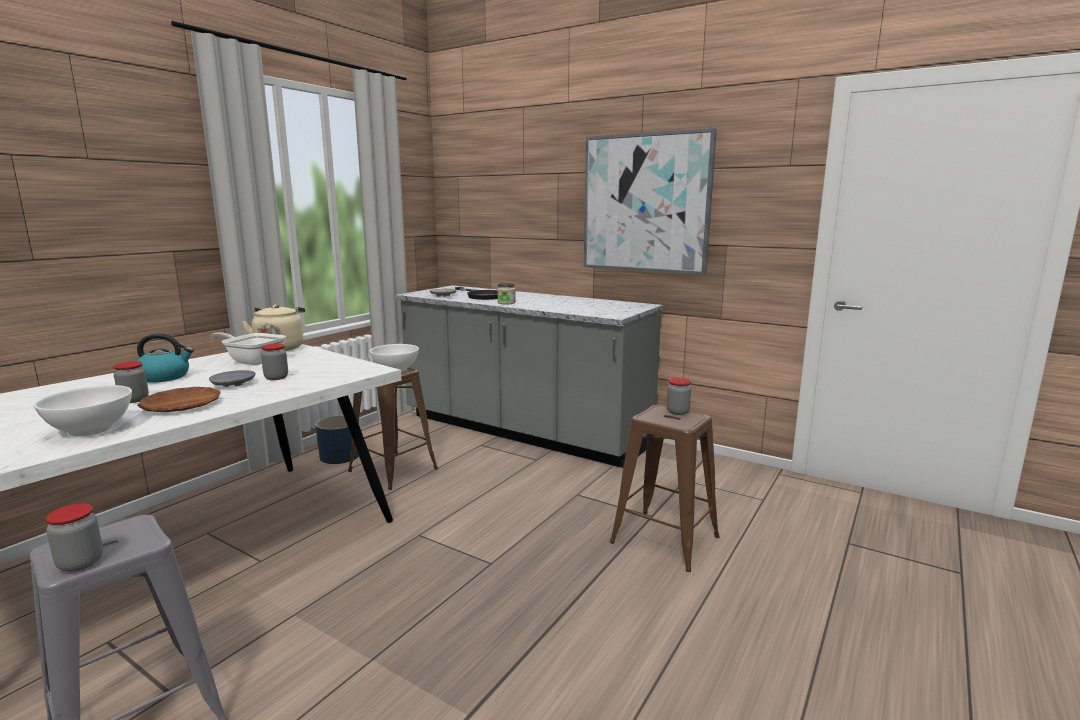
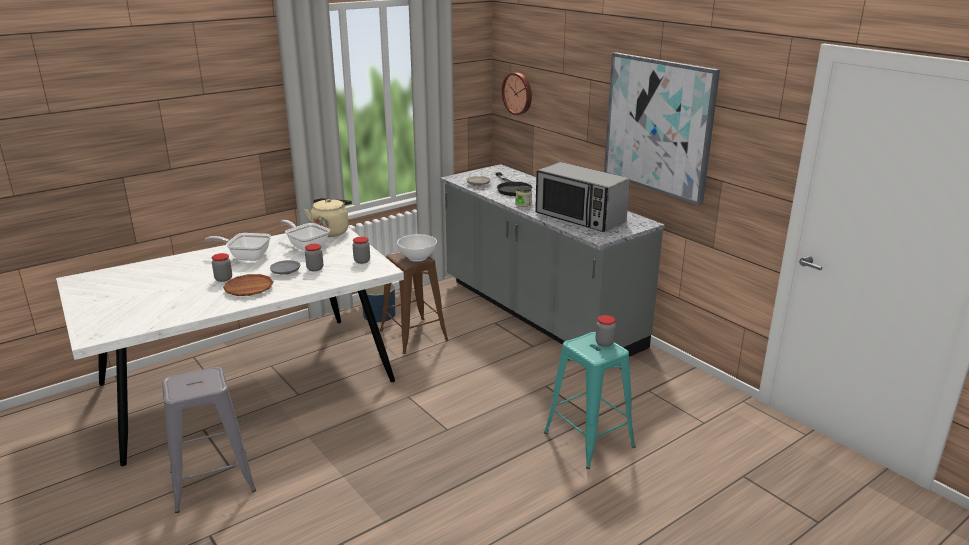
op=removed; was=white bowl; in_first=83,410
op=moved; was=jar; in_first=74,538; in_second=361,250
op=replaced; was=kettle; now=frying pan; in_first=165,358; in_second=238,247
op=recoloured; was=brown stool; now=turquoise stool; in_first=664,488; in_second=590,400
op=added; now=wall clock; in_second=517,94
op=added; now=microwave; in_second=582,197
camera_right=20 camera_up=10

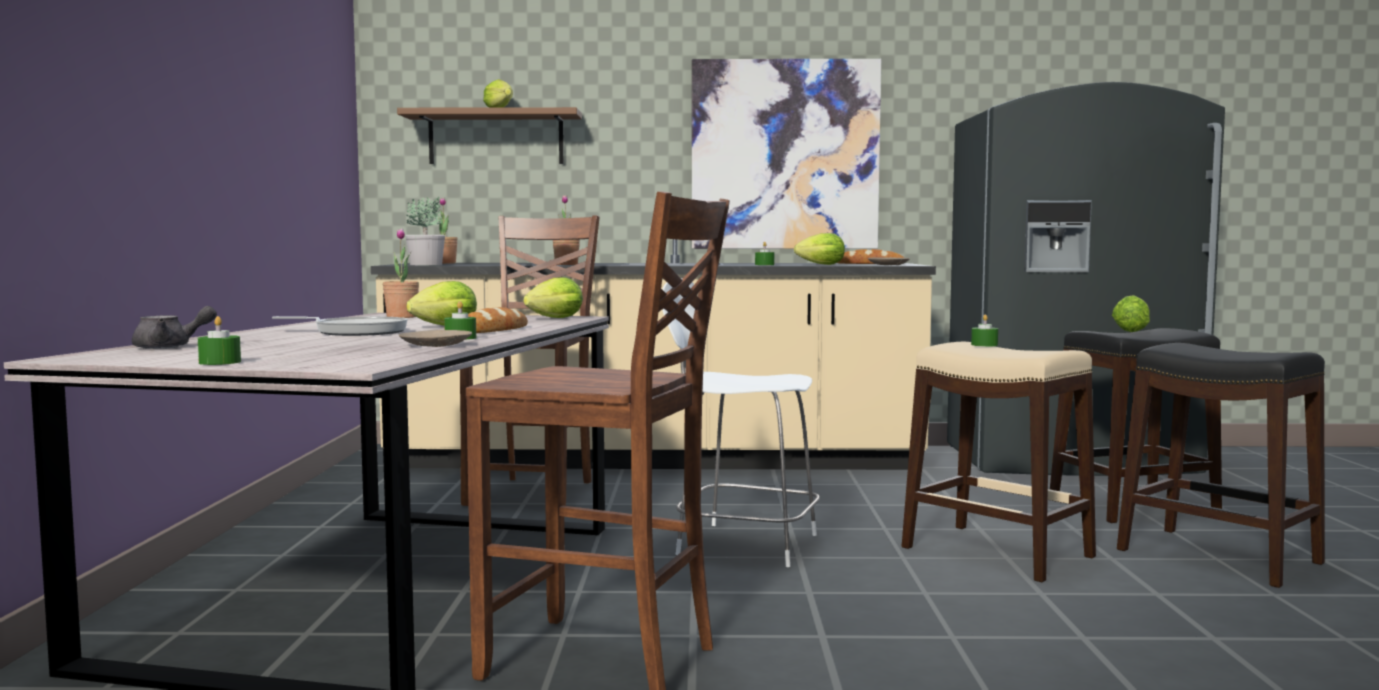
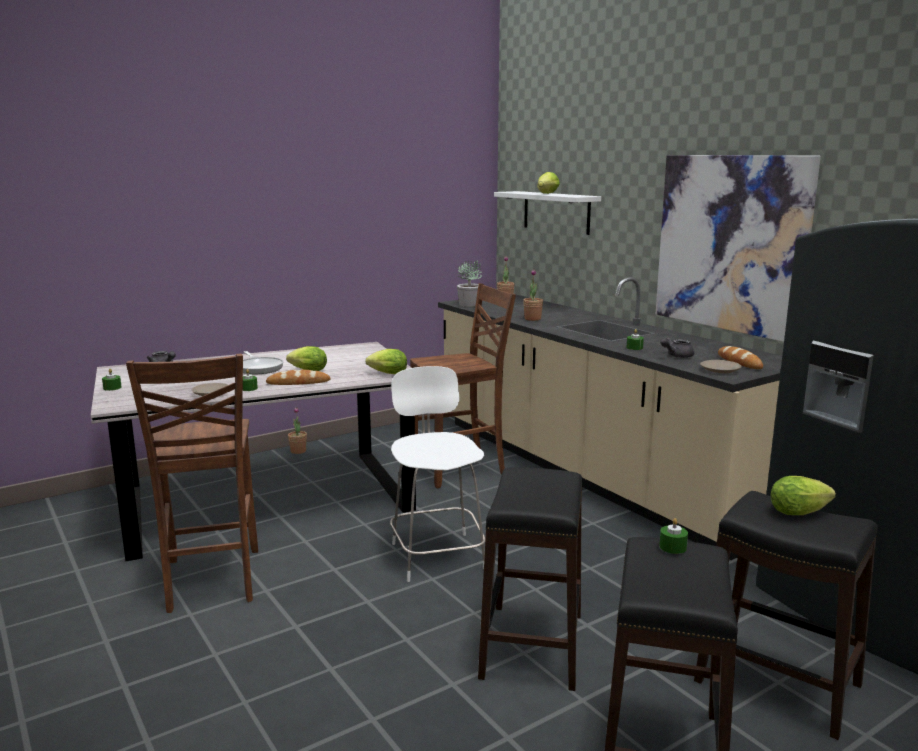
op=moved; was=potted plant; in_first=401,273; in_second=297,430
op=recoloured; was=brown shelf; now=white shelf; in_first=489,135; in_second=547,213
op=replaced; was=lettuce; now=grey teapot; in_first=819,249; in_second=677,348
op=recoloured; was=beige stool; now=black stool; in_first=999,462; in_second=530,579
op=moved; was=green candle; in_first=984,330; in_second=673,536
camera_right=55 camera_up=10

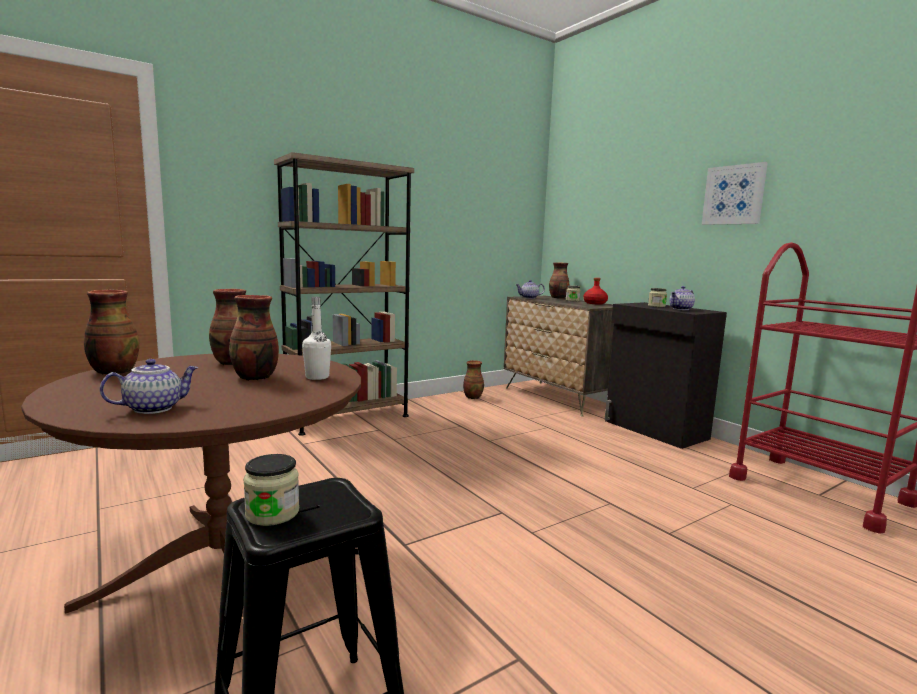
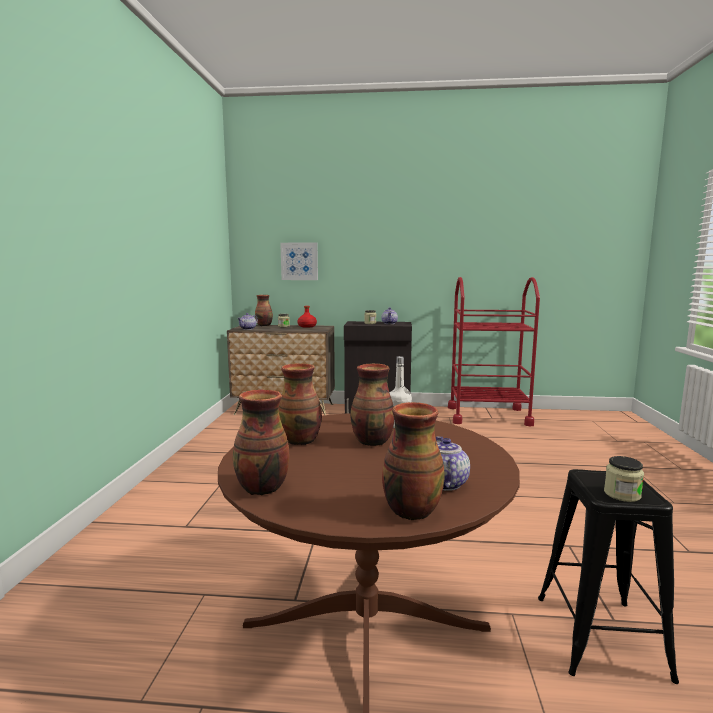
op=removed; was=brown bookcase; in_first=344,294
op=moved; was=vase; in_first=473,379; in_second=413,461
op=moved; was=picture; in_first=735,193; in_second=299,261
camera_right=-50 camera_up=0

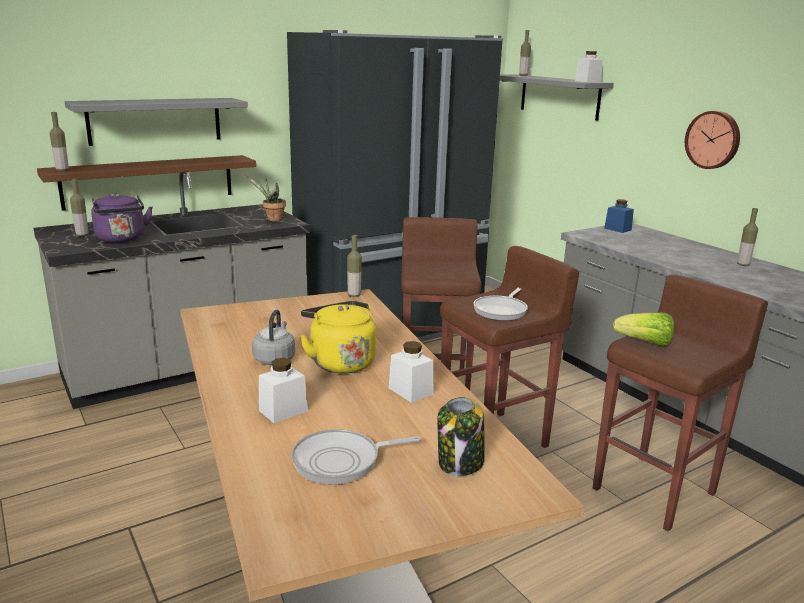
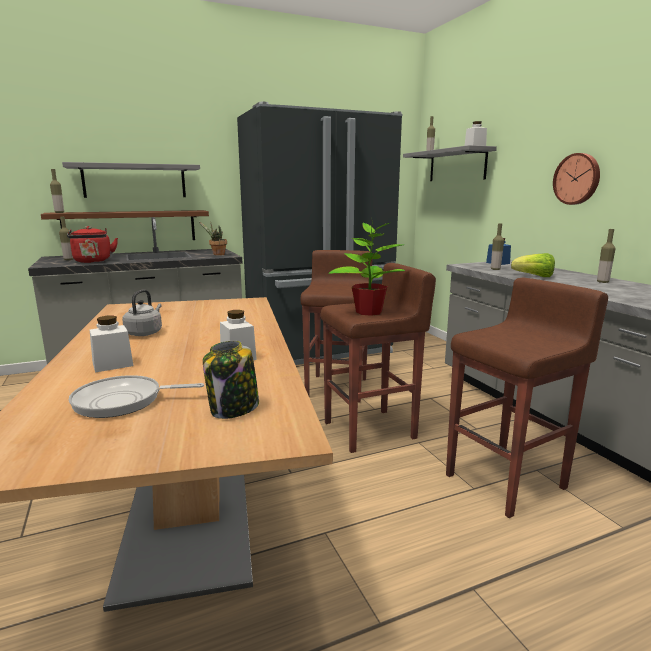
op=recoloured; was=purple kettle; now=red kettle; in_first=122,218; in_second=92,244
op=removed; was=yellow kettle; in_first=338,336
op=moved; was=bottle; in_first=354,266; in_second=497,246
op=replaced; was=frying pan; now=potted plant; in_first=500,304; in_second=367,267
op=moved; was=lettuce; in_first=643,329; in_second=533,265
camera_right=10 camera_up=-5

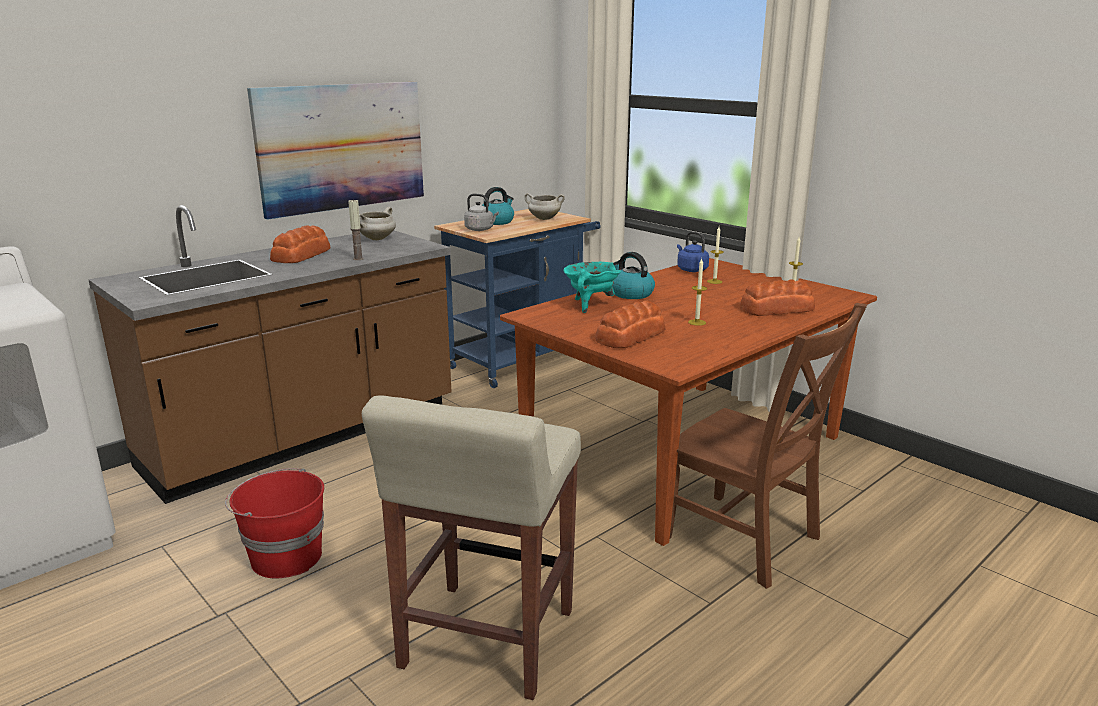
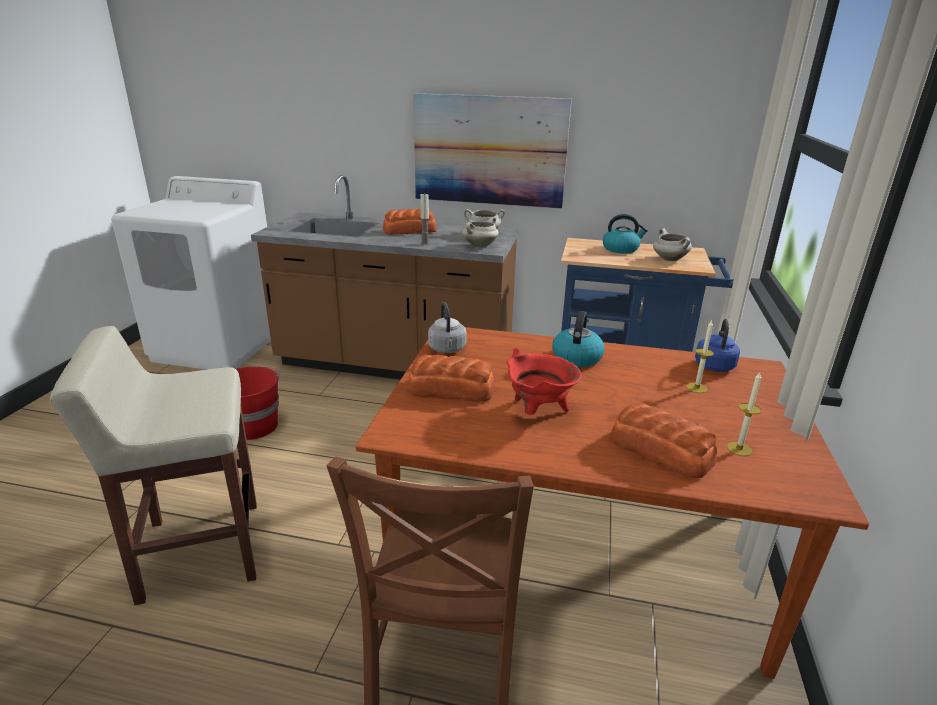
op=moved; was=grey kettle; in_first=481,212; in_second=447,327
op=removed; was=turquoise cooking pot; in_first=592,287
op=replaced; was=candle; now=red cooking pot; in_first=697,292; in_second=544,381
op=added; now=white cooking pot; in_second=480,232
camera_right=55 camera_up=5

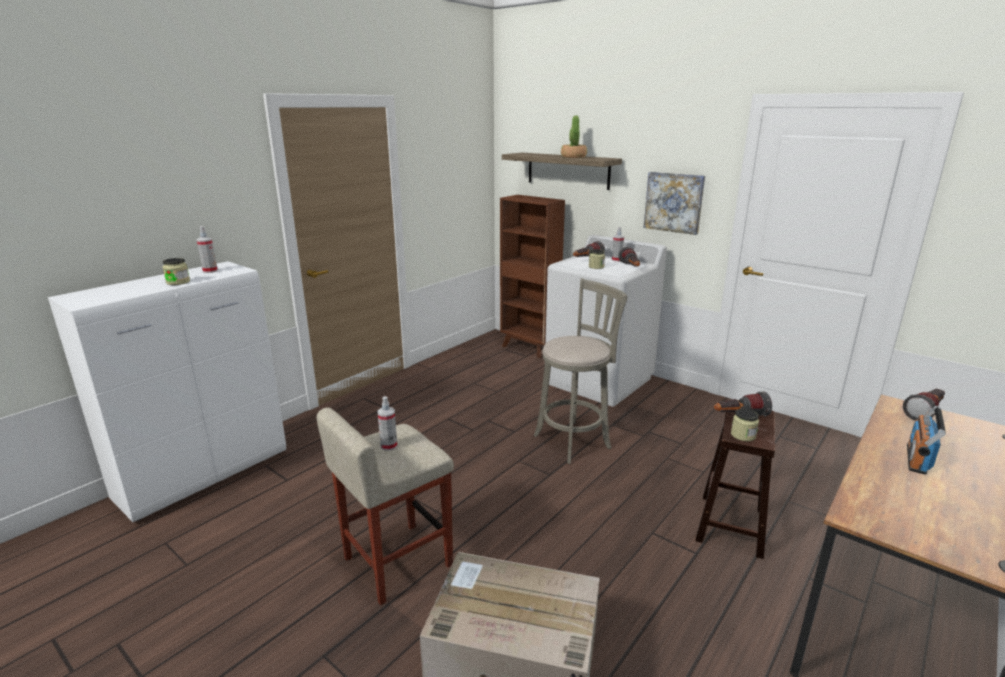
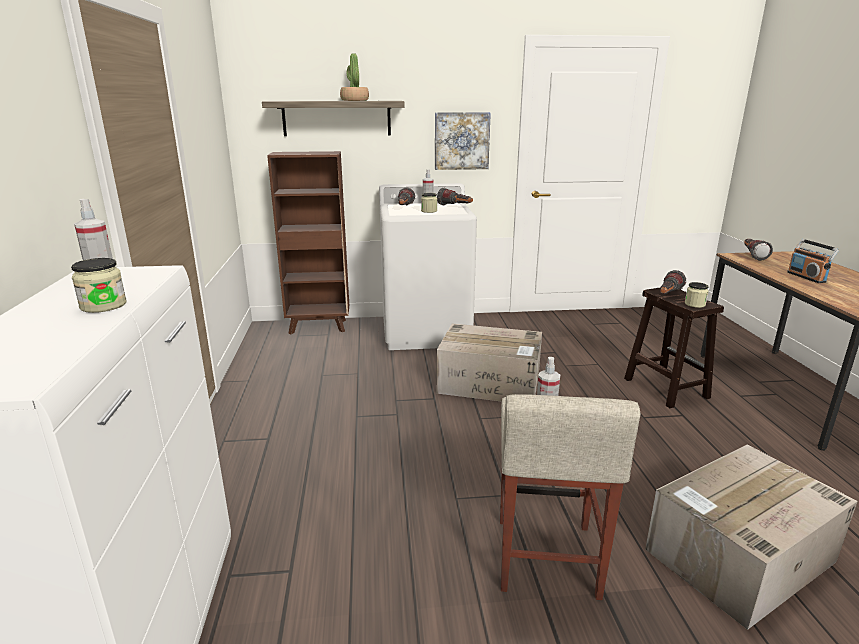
op=replaced; was=grey stool; now=cardboard box; in_first=581,371; in_second=489,362
camera_right=-45 camera_up=0

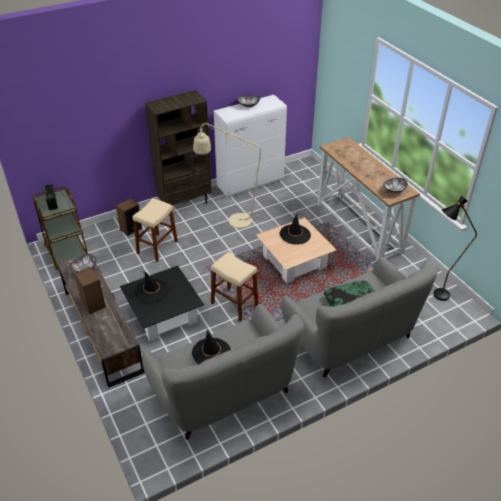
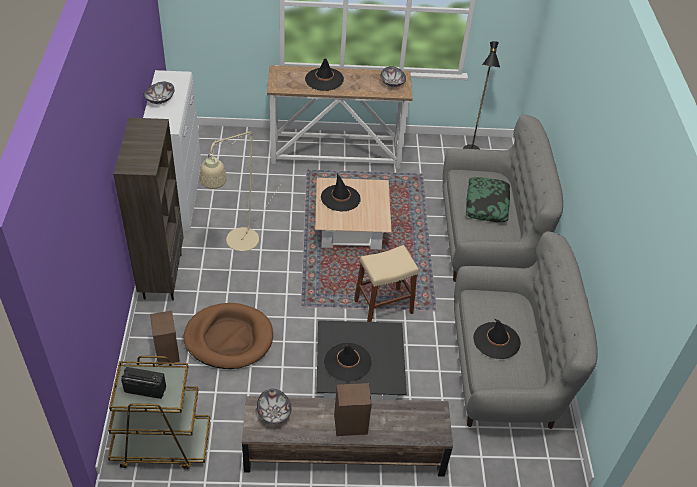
op=replaced; was=beige stool; now=brown dog bed; in_first=155,230; in_second=228,336
op=added; now=black hat; in_second=324,74
camera_right=-65 camera_up=5

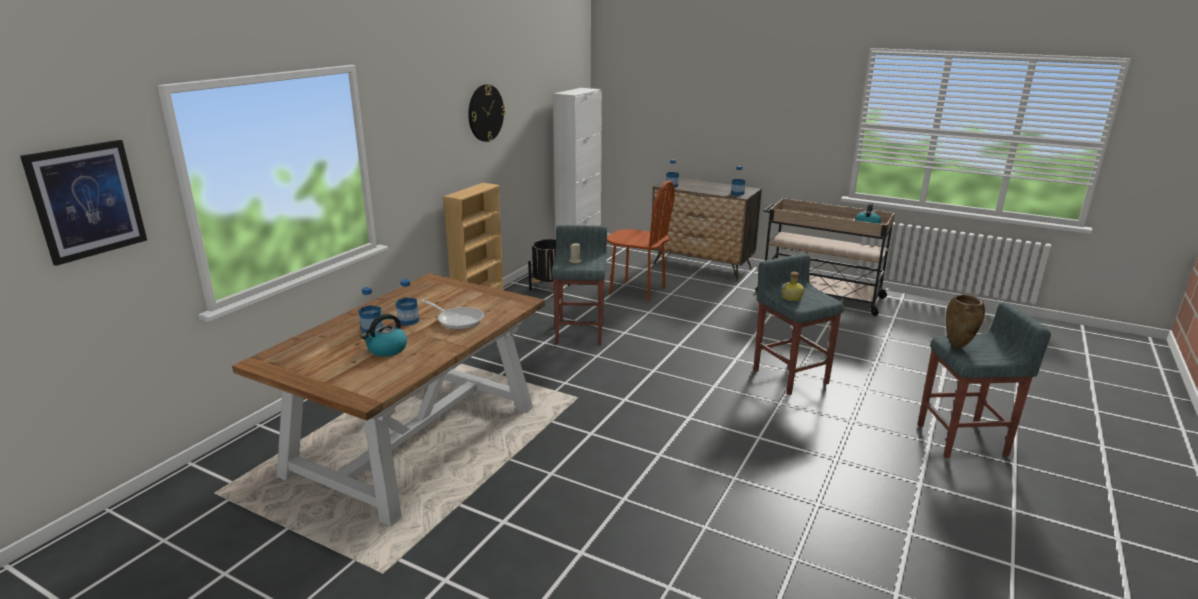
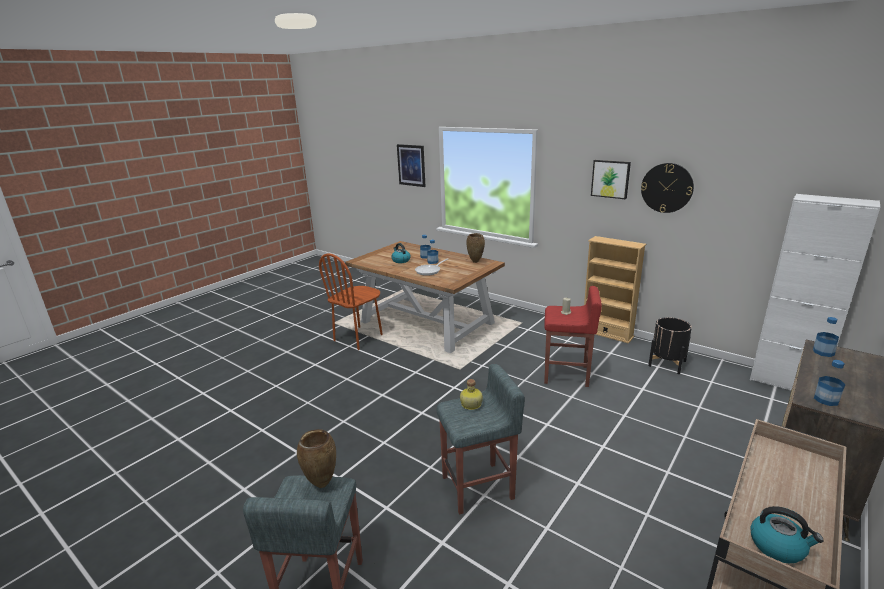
op=recoloured; was=grey stool; now=red stool; in_first=579,285; in_second=573,336
op=moved; was=brown chair; in_first=641,241; in_second=351,301
op=added; now=brown vase; in_second=475,248
op=added; now=picture; in_second=611,179
camera_right=100 camera_up=0

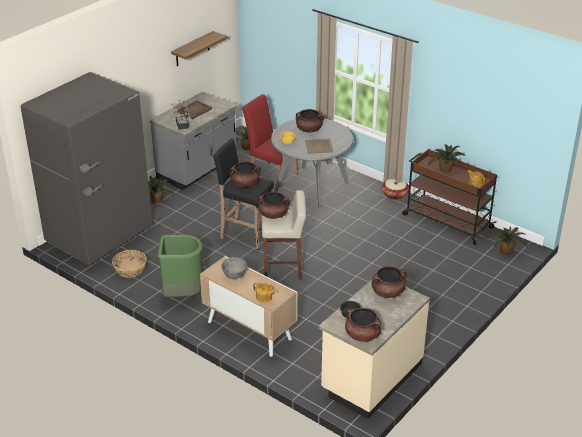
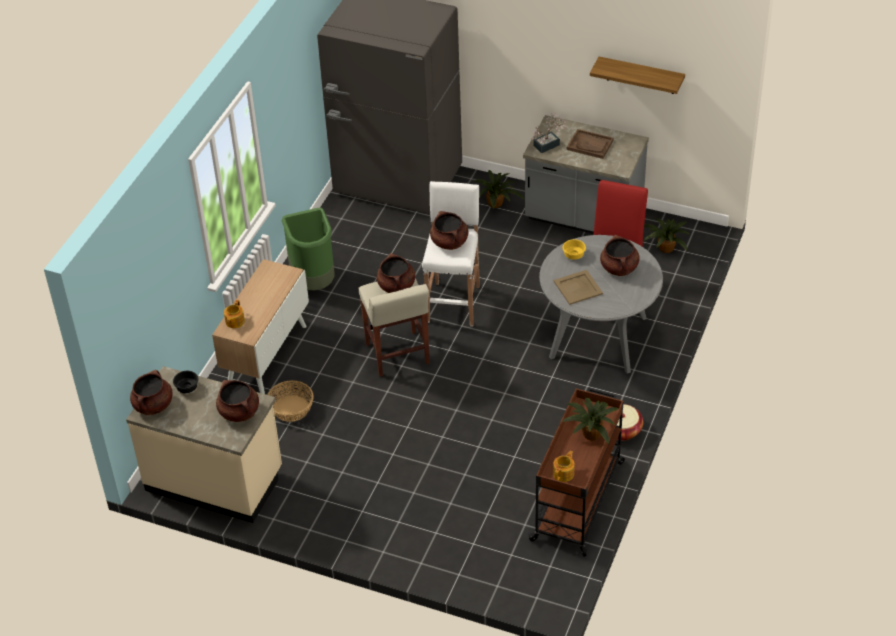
op=moved; was=basket; in_first=129,264; in_second=290,401
op=recoloured; was=black stool; now=white stool; in_first=243,194; in_second=451,253
op=removed; was=grey bowl; in_first=234,268
op=removed; was=potted plant; in_first=506,240
camera_right=75 camera_up=10

